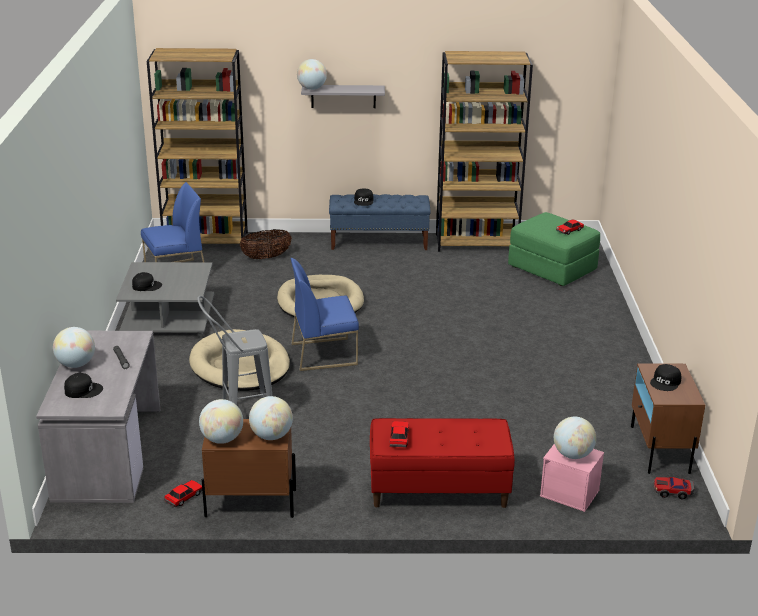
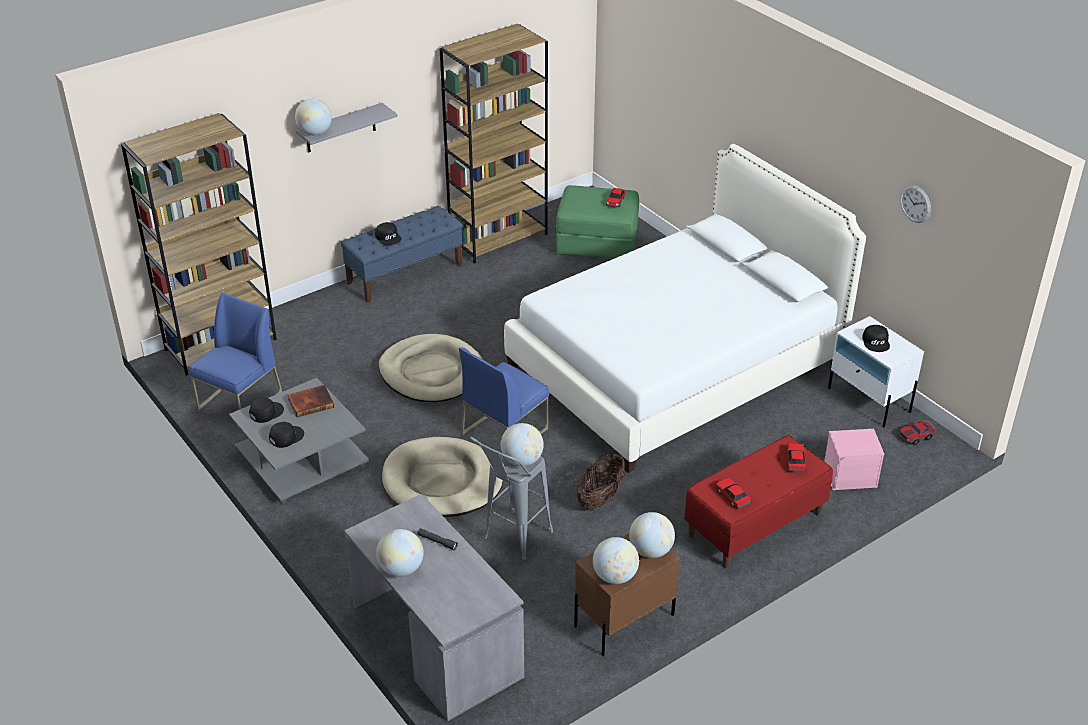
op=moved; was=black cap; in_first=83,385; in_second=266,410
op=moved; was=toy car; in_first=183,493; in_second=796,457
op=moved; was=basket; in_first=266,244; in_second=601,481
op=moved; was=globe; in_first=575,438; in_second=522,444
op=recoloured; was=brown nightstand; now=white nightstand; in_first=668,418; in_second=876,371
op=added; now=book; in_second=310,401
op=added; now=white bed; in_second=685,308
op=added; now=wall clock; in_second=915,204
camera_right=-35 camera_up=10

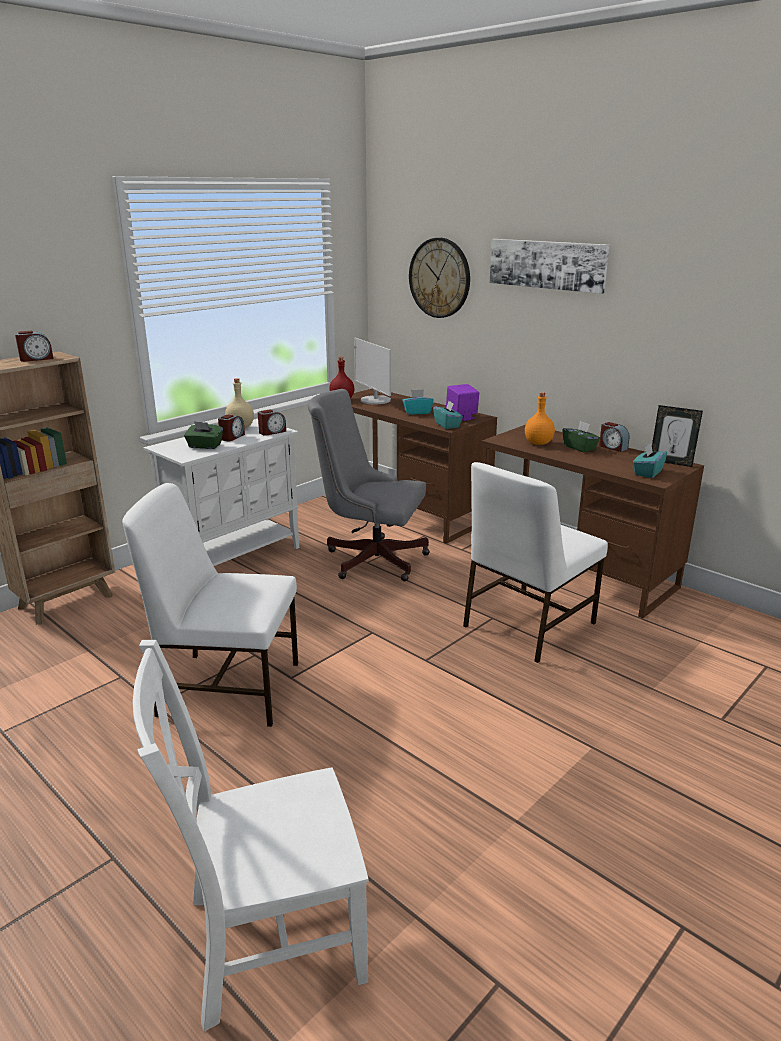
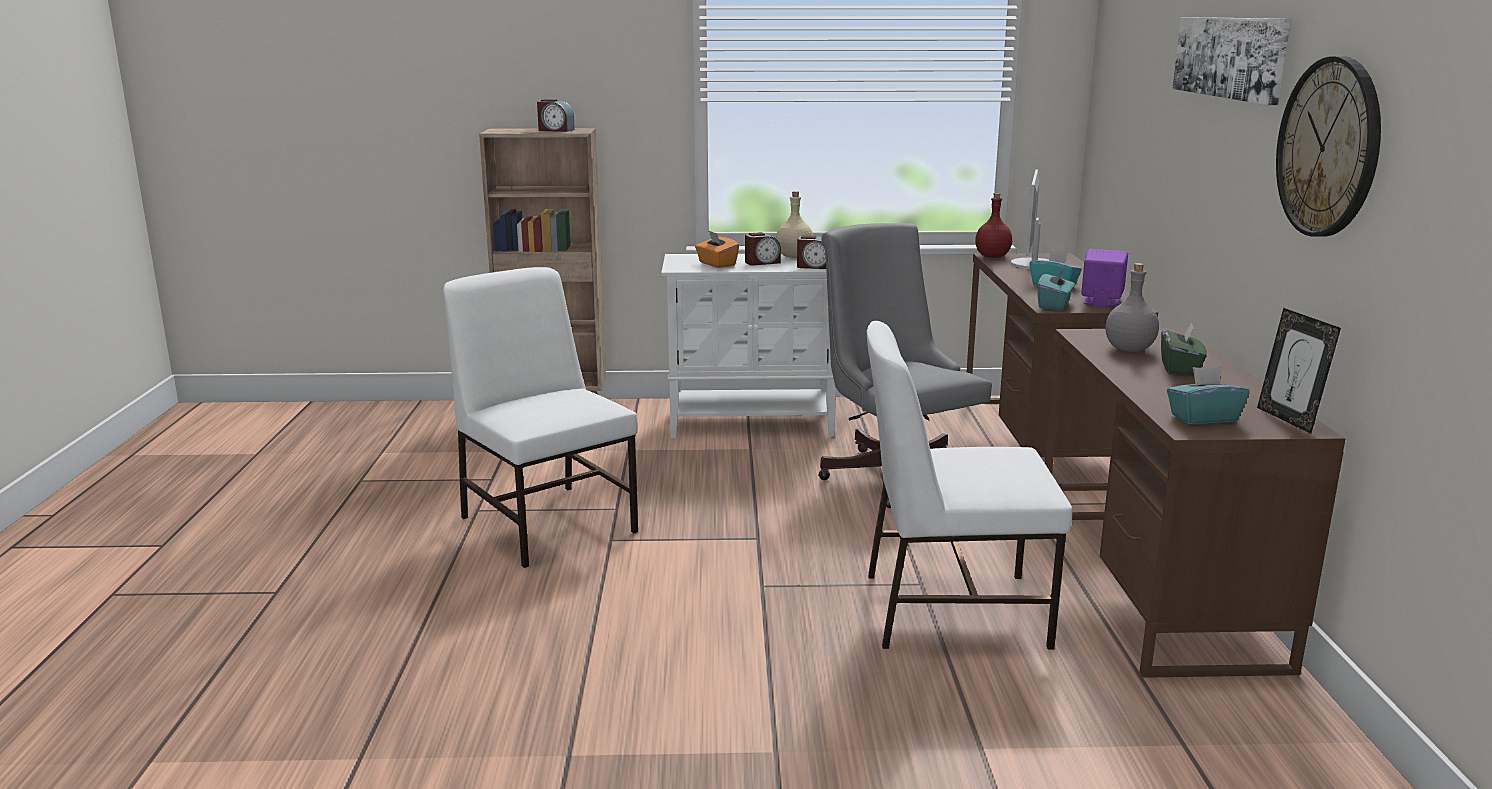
op=removed; was=white chair; in_first=251,835
op=recoloured; was=green tissue box; now=orange tissue box; in_first=203,435; in_second=717,249
op=moved; was=wall clock; in_first=439,278; in_second=1328,146
op=recoloured; was=orange bottle; now=grey bottle; in_first=540,418; in_second=1132,307
op=removed; was=alarm clock; in_first=614,437
camera_right=45 camera_up=-5

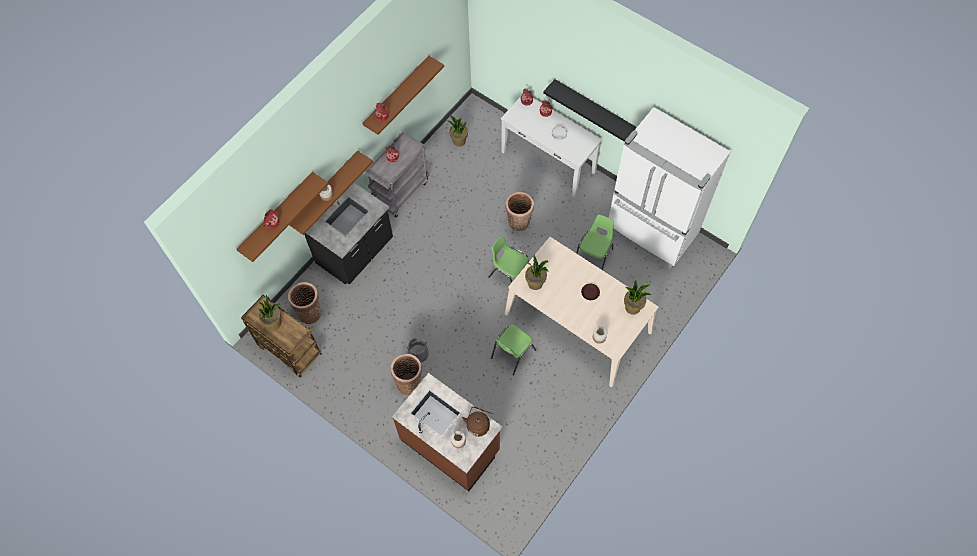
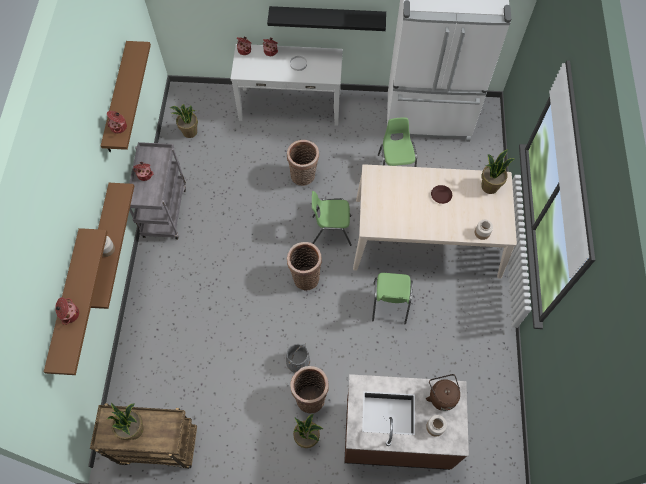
op=moved; was=basket; in_first=304,303; in_second=304,266
op=removed; was=black counter; in_first=348,233
op=moved; was=potted plant; in_first=537,272; in_second=308,431
camera_right=-35 camera_up=0

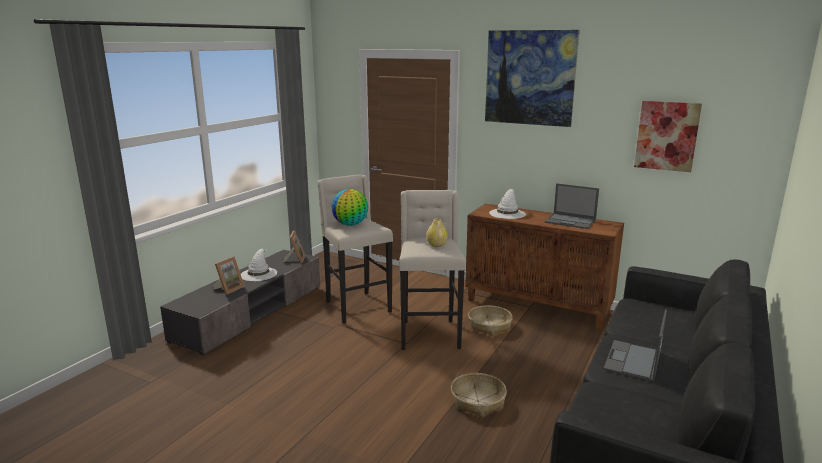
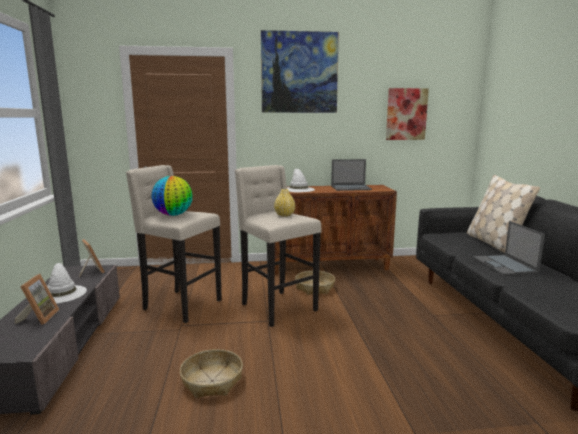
op=moved; was=basket; in_first=479,395; in_second=211,373
op=added; now=beige pillow; in_second=503,214
camera_right=-35 camera_up=-5

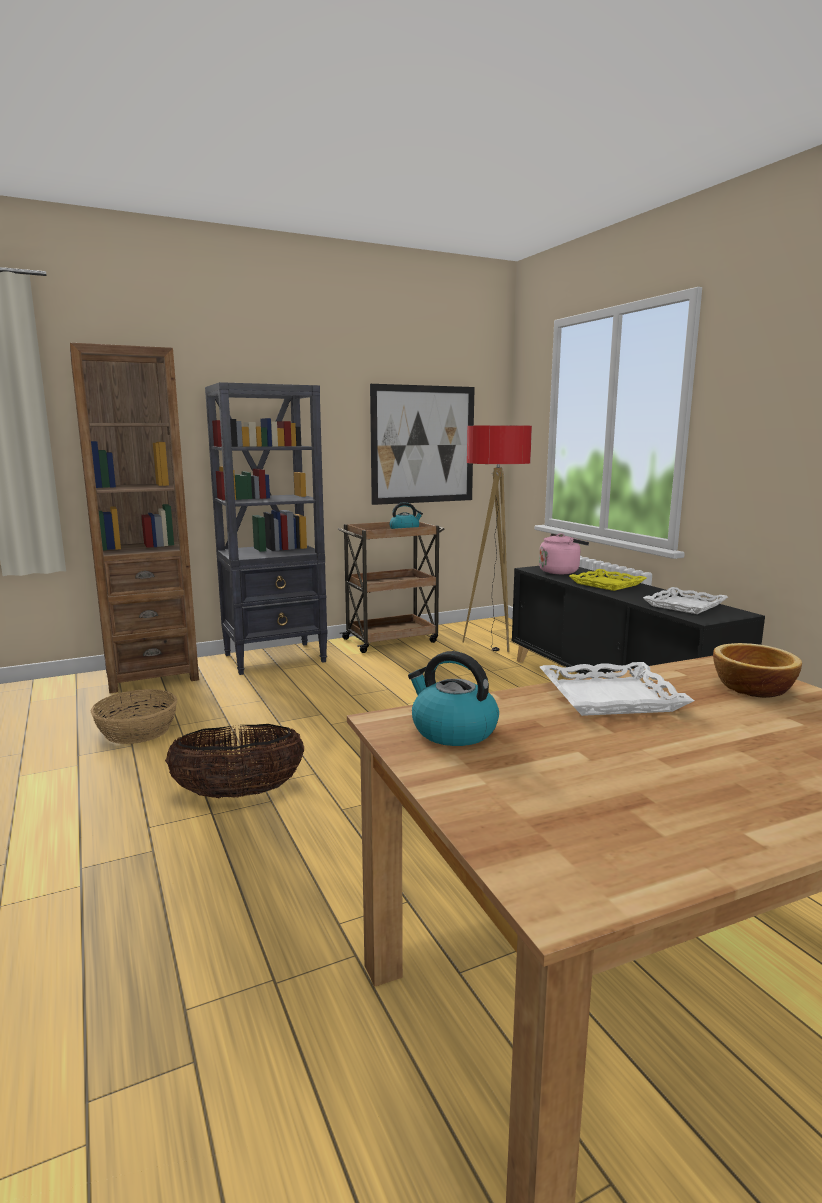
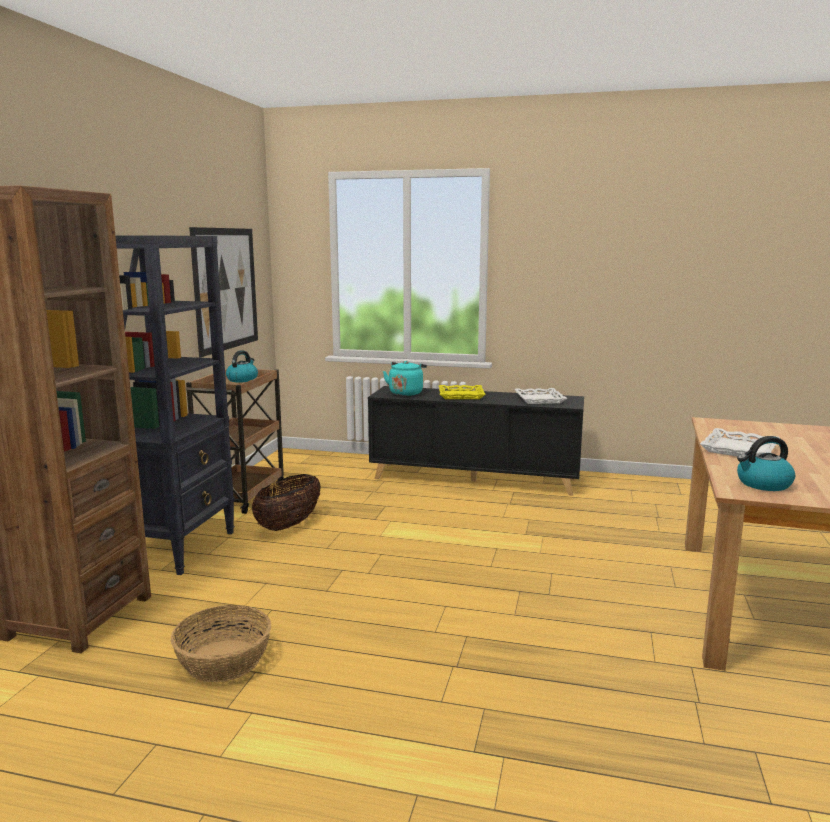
op=moved; was=basket; in_first=234,761; in_second=286,502
op=removed; was=floor lamp; in_first=497,538
op=recoloured; was=pink kettle; now=turquoise kettle; in_first=564,553; in_second=405,378
op=removed; was=bowl; in_first=757,670
camera_right=-50 camera_up=0

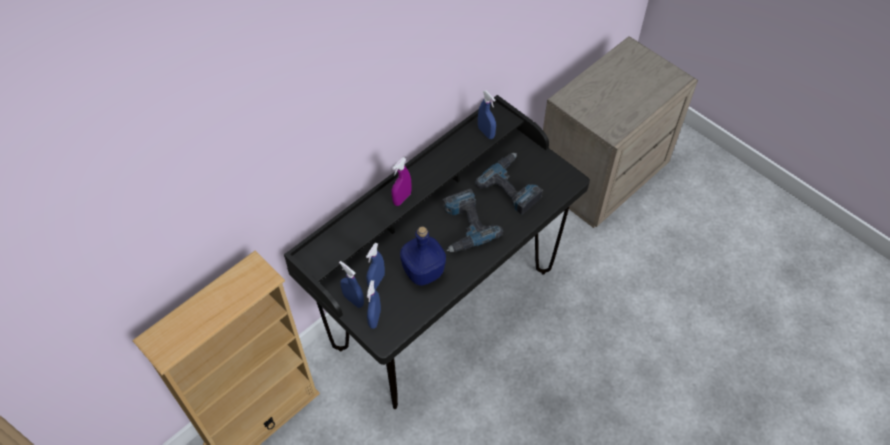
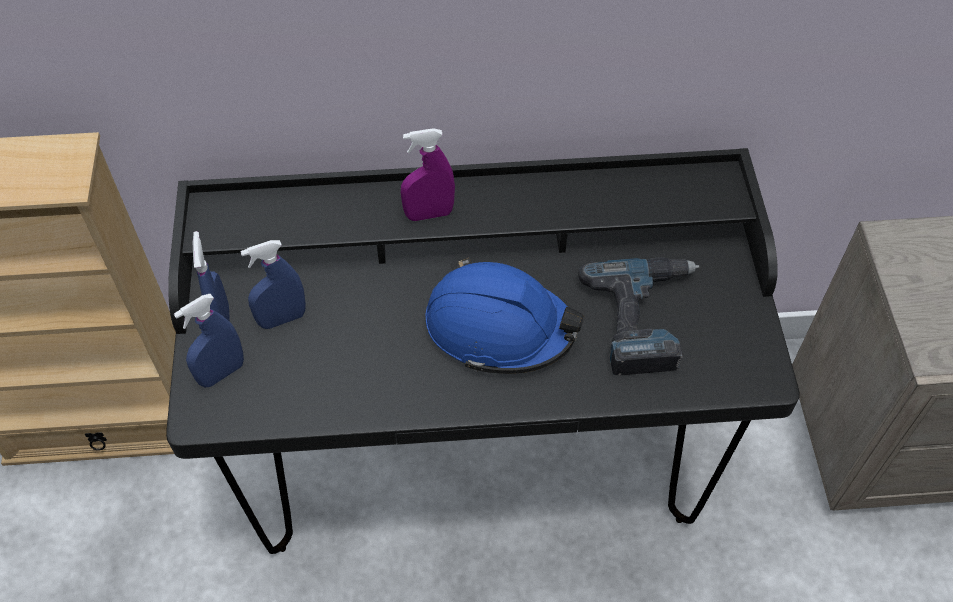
op=removed; was=blue bottle; in_first=423,256
op=replaced; was=power drill; now=blue hard hat; in_first=473,220; in_second=504,316
op=removed; was=blue spray bottle; in_first=487,114
camera_right=40 camera_up=0

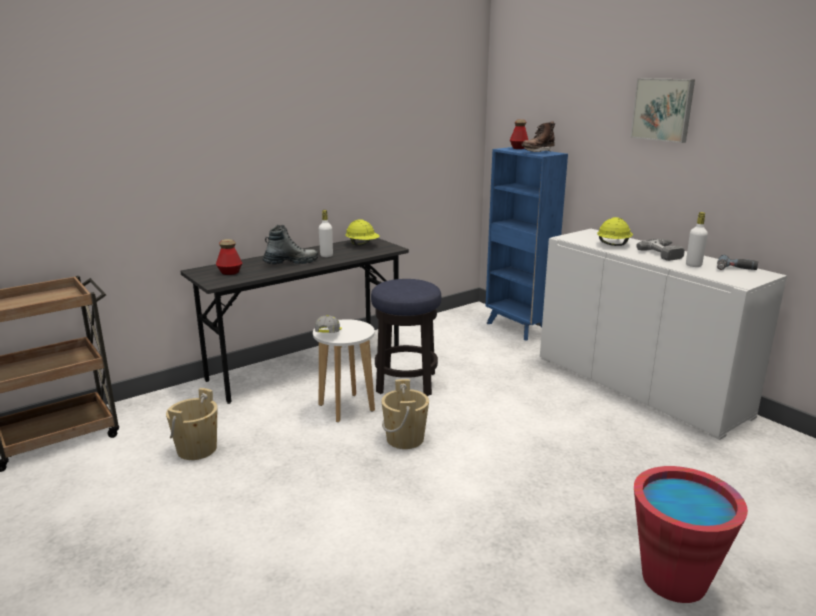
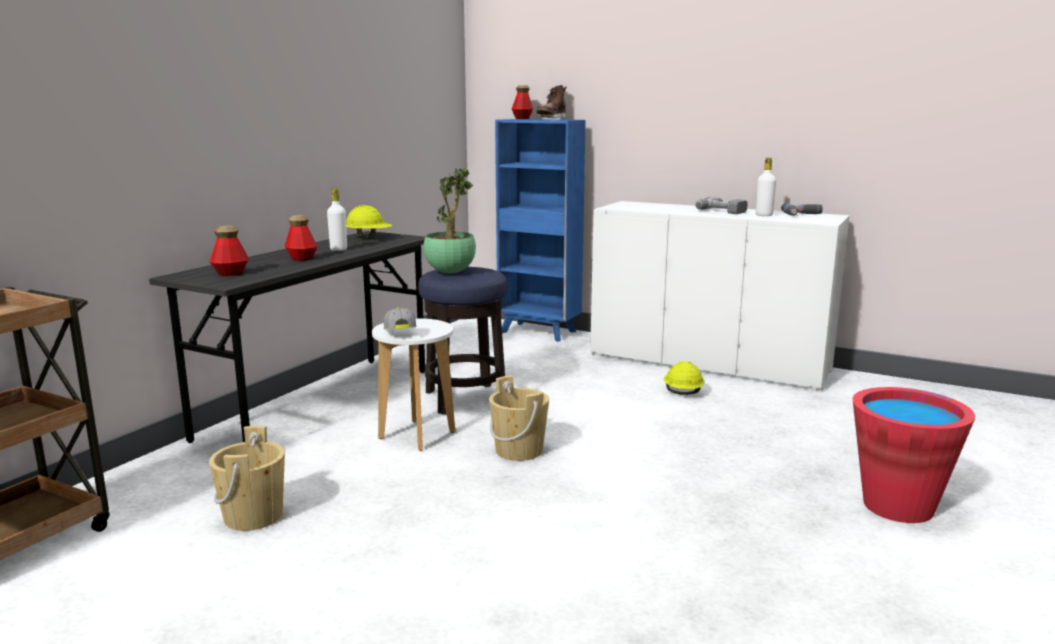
op=replaced; was=boot; now=bottle; in_first=290,245; in_second=301,238
op=moved; was=yellow hard hat; in_first=615,231; in_second=684,378
op=removed; was=picture; in_first=662,110
op=added; now=potted plant; in_second=449,221
camera_right=-25 camera_up=-5

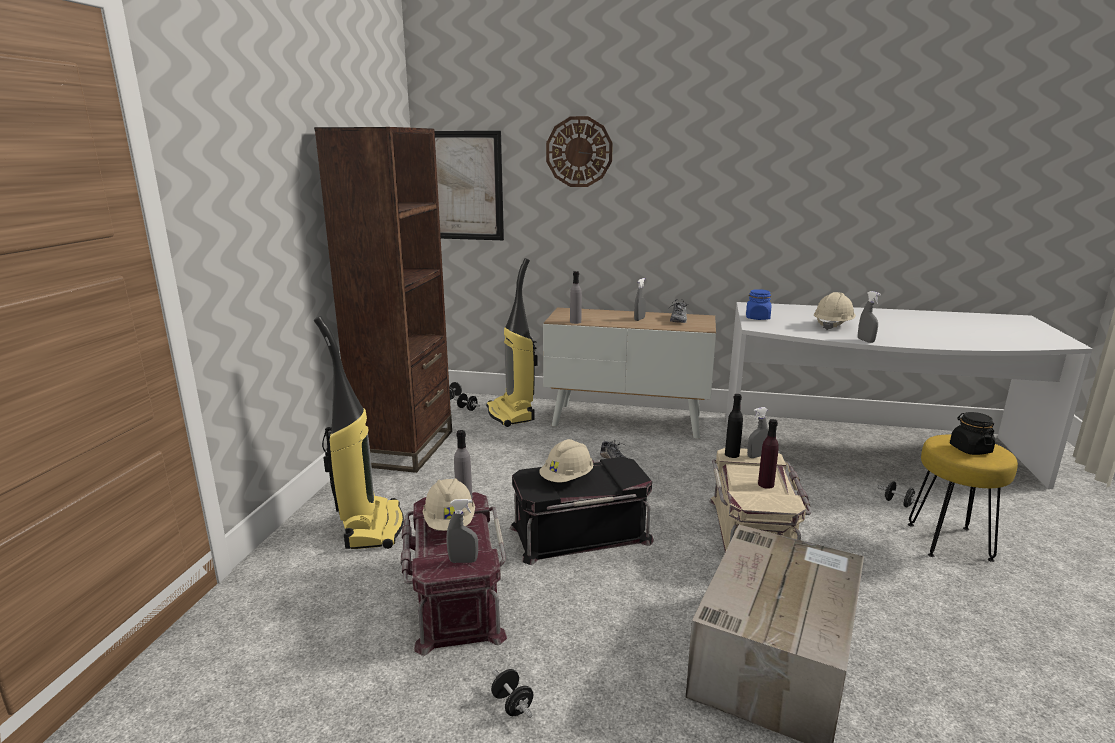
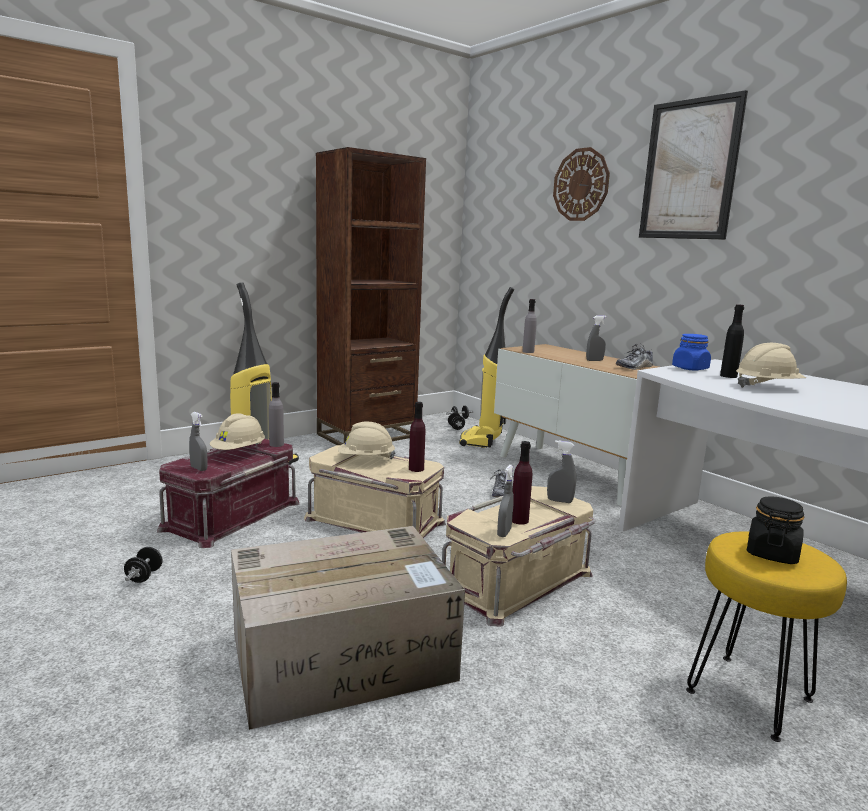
op=moved; was=picture; in_first=469,185; in_second=693,165
op=recoloured; was=black storage box; now=beige storage box; in_first=582,511; in_second=375,491
op=moved; was=black bottle; in_first=734,426; in_second=732,341
op=moved; was=grey spray bottle; in_first=869,317; in_second=505,501
op=removed; was=black dumbbell; in_first=899,494
op=added; now=purple bottle; in_second=417,437
camera_right=40 camera_up=-5

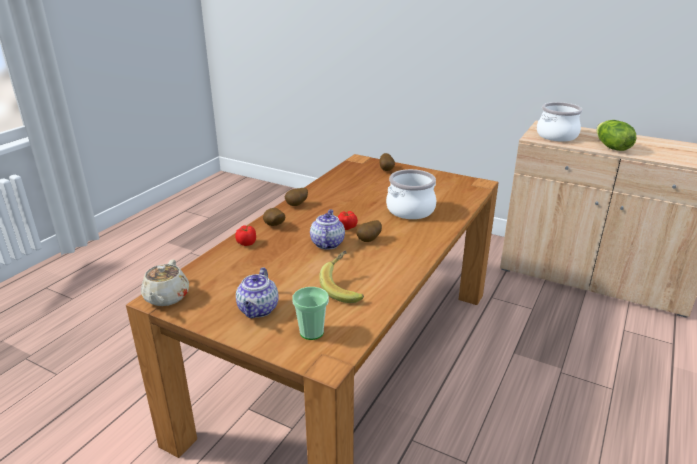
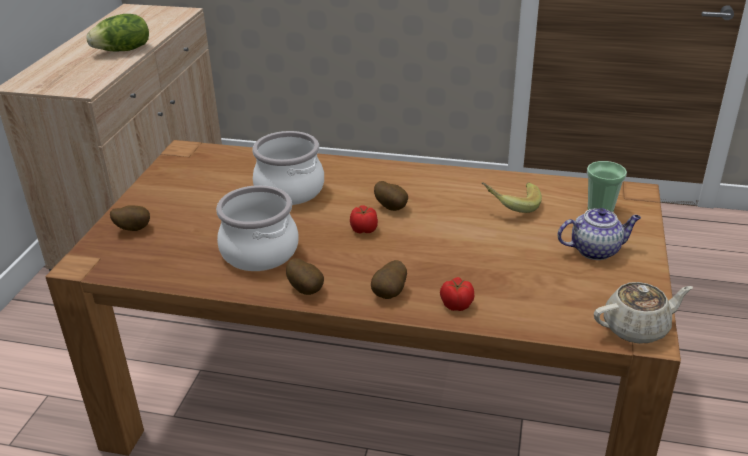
op=removed; was=teapot; in_first=327,229
op=moved; was=cooking pot; in_first=560,122; in_second=257,228
camera_right=-105 camera_up=5

